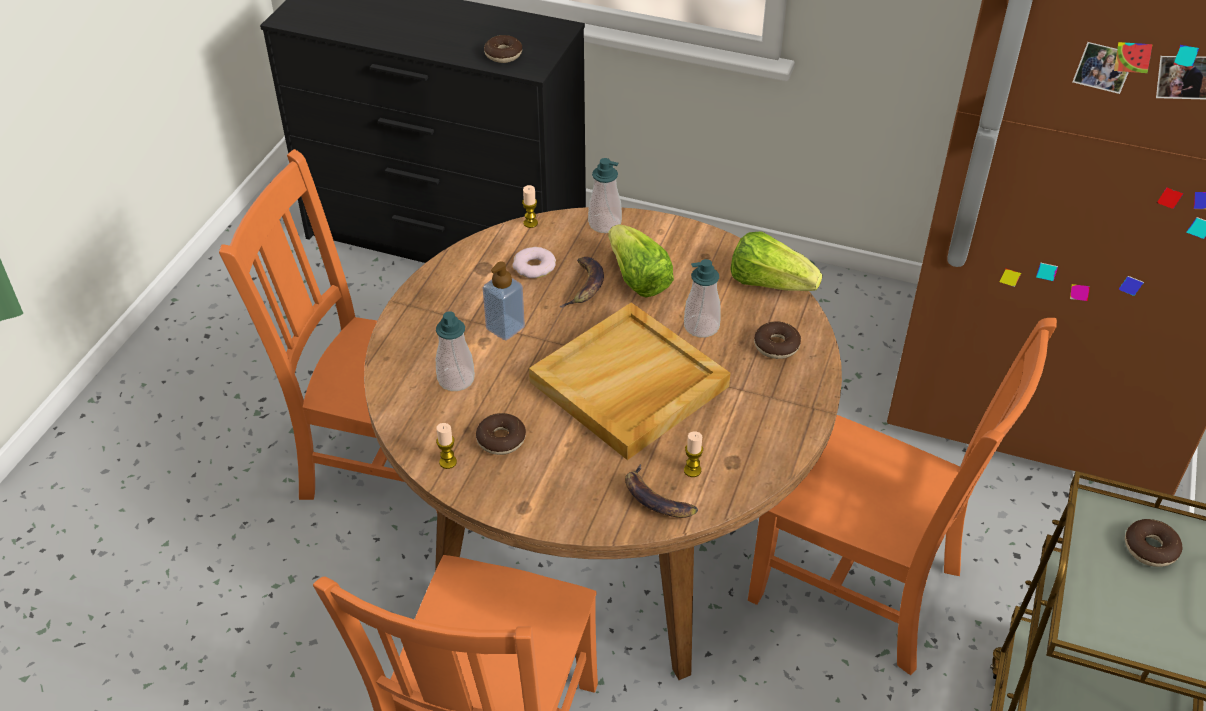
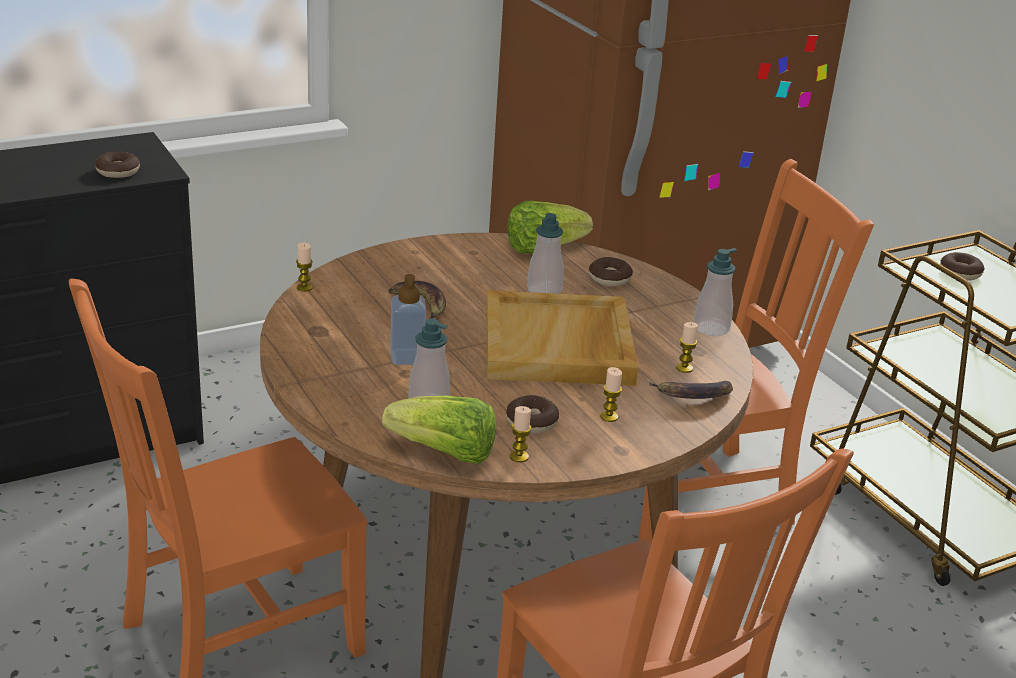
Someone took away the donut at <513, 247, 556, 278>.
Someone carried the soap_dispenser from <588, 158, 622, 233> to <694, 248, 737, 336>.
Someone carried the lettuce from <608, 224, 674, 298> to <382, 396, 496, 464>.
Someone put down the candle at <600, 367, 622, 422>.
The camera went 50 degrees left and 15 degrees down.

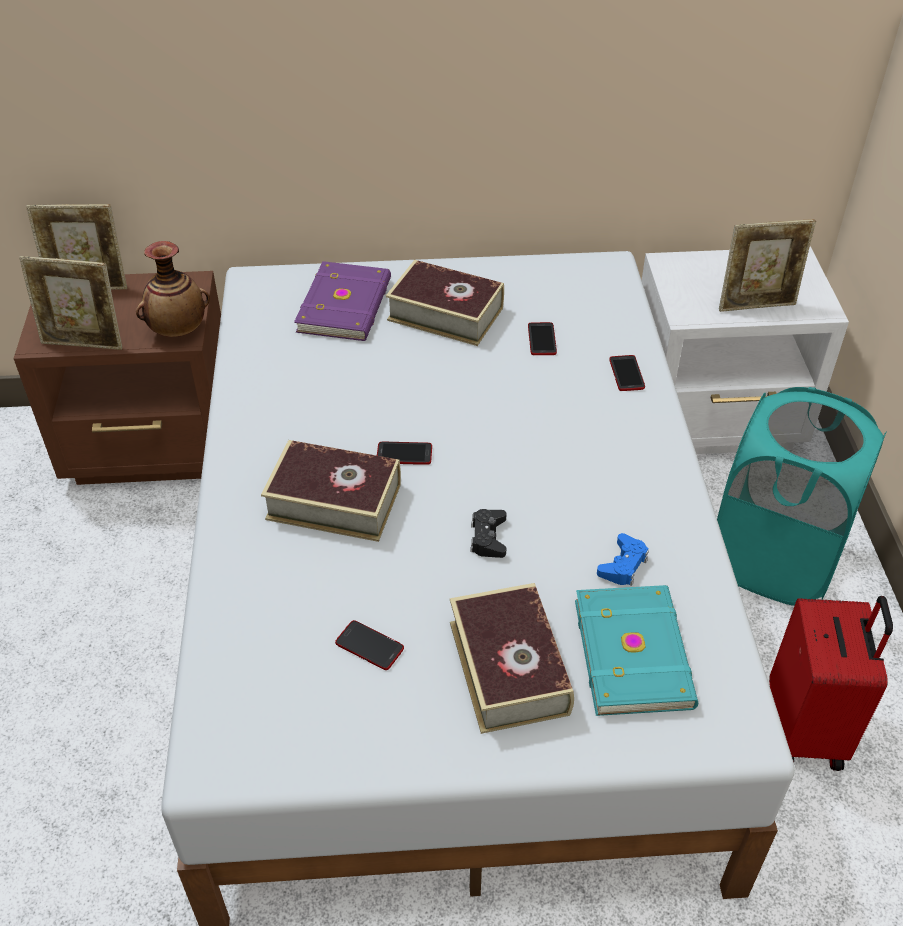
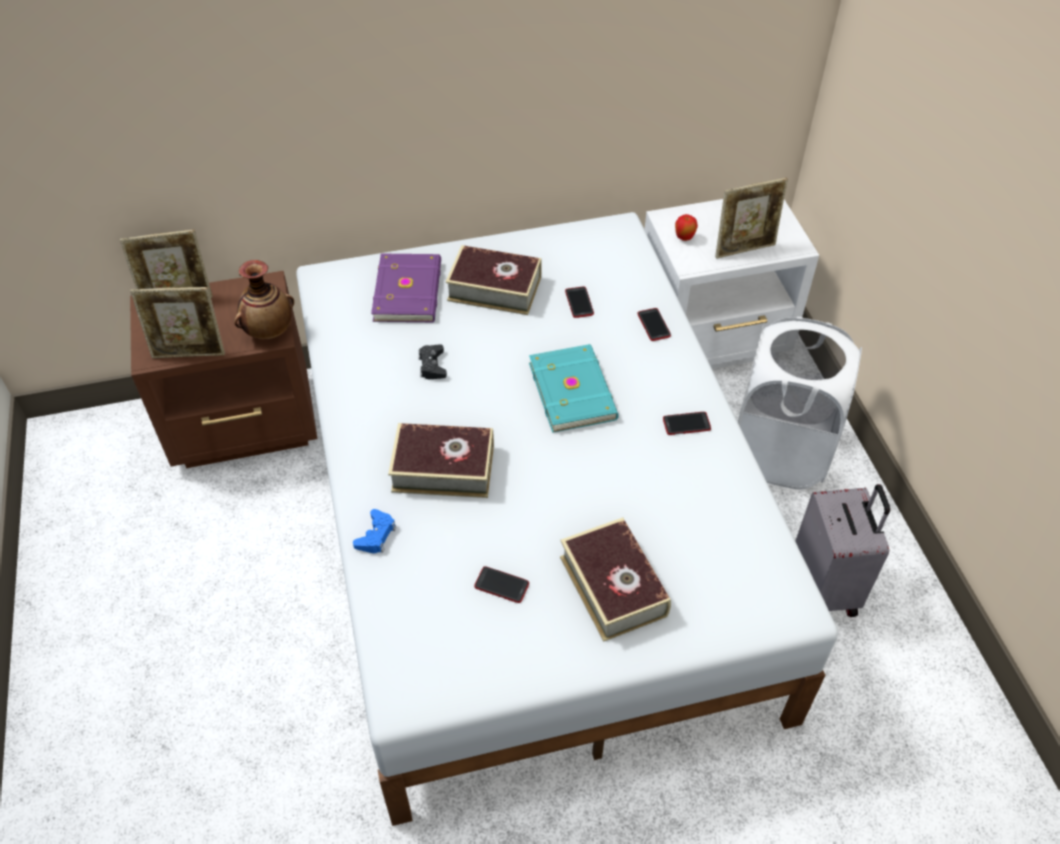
Someone carried the phone from <377, 442, 432, 465> to <663, 412, 711, 435>.
Someone carried the black_game_controller from <470, 509, 507, 558> to <419, 344, 447, 379>.
Someone carried the turquoise_book from <575, 585, 698, 716> to <529, 344, 619, 433>.
Someone carried the blue_game_controller from <597, 533, 649, 586> to <353, 509, 396, 553>.
Someone repainted the turquoise_laundry_basket at <717, 387, 886, 606>, which became the white_laundry_basket at <738, 317, 862, 489>.
Someone repainted the red_suitcase at <769, 596, 893, 771>, which became the grey_suitcase at <795, 484, 890, 617>.
Someone put down the apple at <675, 214, 698, 241>.
The camera went 10 degrees left and 5 degrees up.

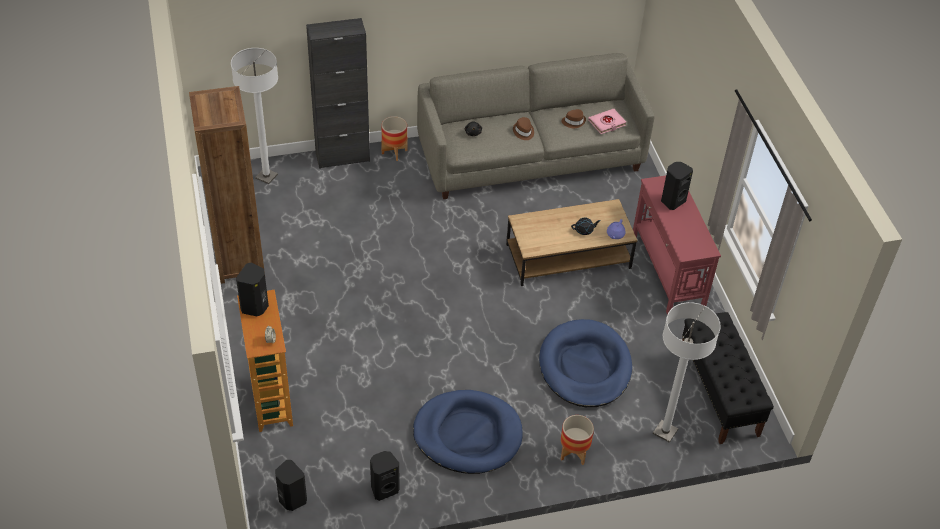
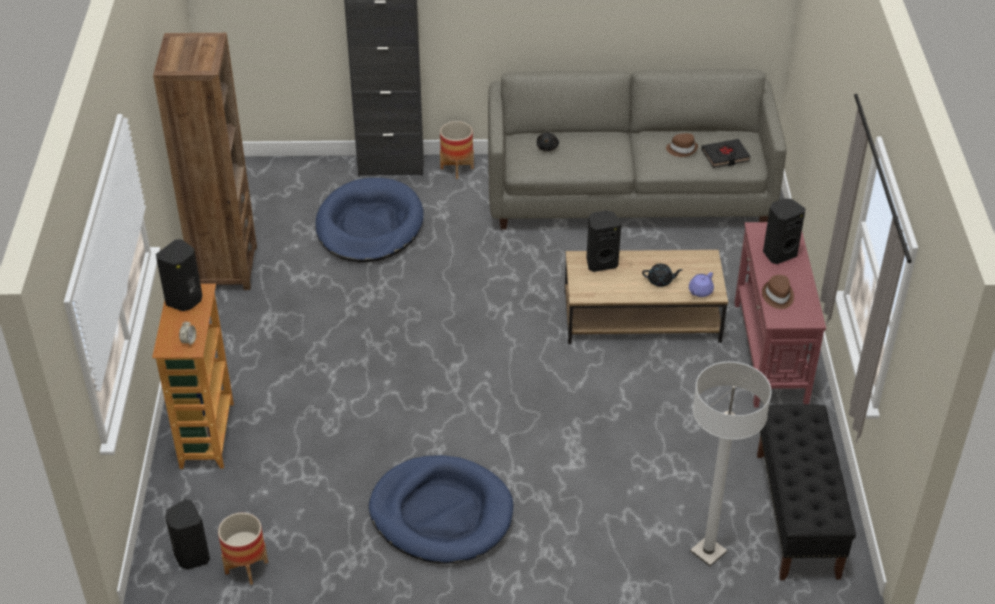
Someone took away the white_floor_lamp at <231, 48, 278, 184>.
Someone carried the black_speaker from <370, 451, 400, 501> to <587, 210, 621, 272>.
Someone carried the brown_hat from <513, 117, 534, 140> to <762, 275, 794, 309>.
Someone carried the blue_dog_bed from <539, 319, 632, 407> to <315, 178, 424, 262>.
Someone carried the planter from <560, 415, 594, 465> to <218, 513, 268, 585>.
Someone repainted the pink_book at <588, 109, 626, 134>, which became the black_book at <701, 139, 751, 168>.
The camera went 15 degrees right and 5 degrees down.

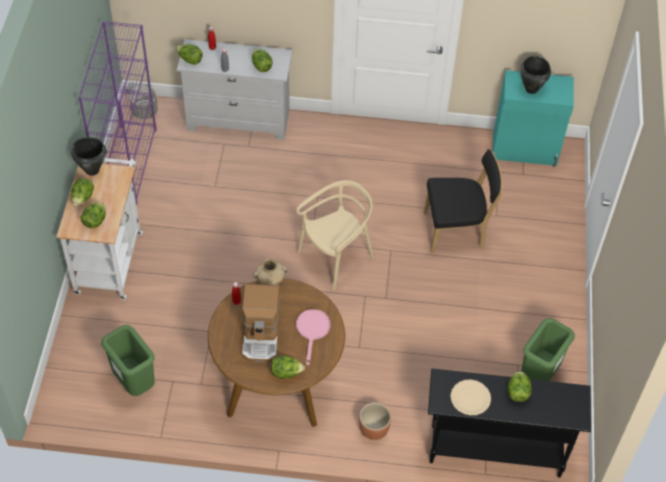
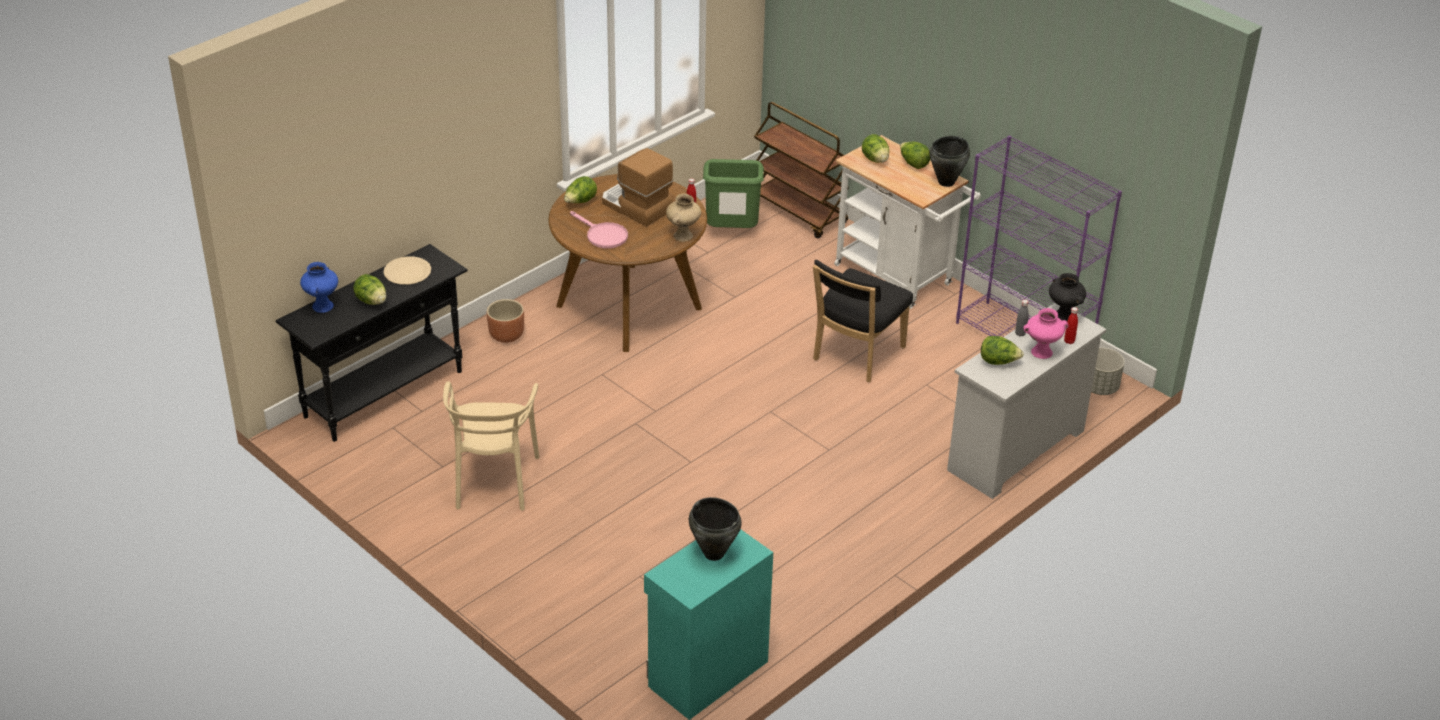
Someone swapped the lettuce at <176, 44, 203, 65> for the black_vase at <1049, 273, 1086, 321>.
Someone carried the beige_chair from <296, 180, 374, 290> to <443, 381, 539, 510>.
Someone carried the black_chair from <424, 149, 503, 253> to <813, 260, 913, 382>.
Someone took away the green_trash_can at <521, 318, 575, 381>.
Someone put down the blue_vase at <300, 262, 338, 313>.
Someone put down the brown_cart at <754, 102, 849, 239>.
Someone put down the pink_vase at <1023, 308, 1068, 359>.
The camera went 130 degrees right and 15 degrees down.

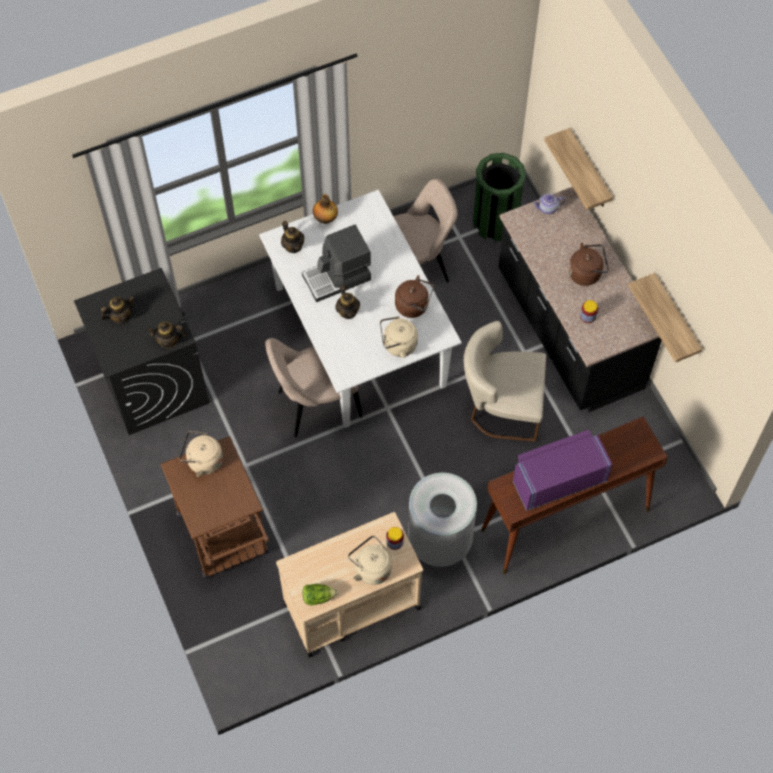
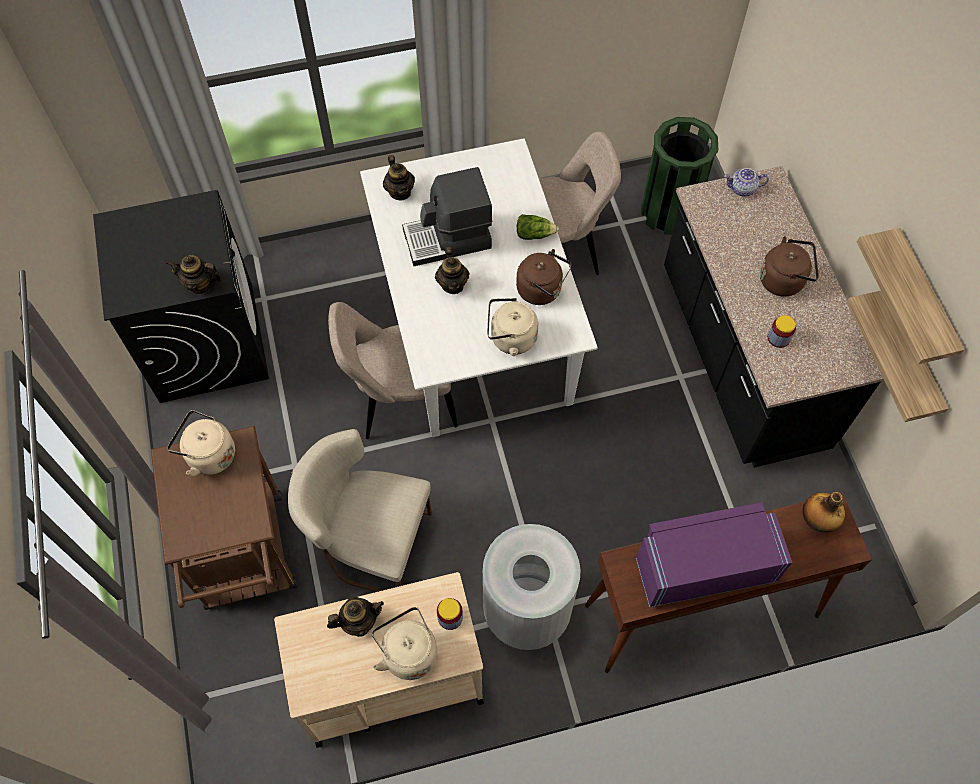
Someone carried the teapot from <101, 296, 135, 324> to <327, 597, 384, 637>.
Someone carried the lettuce from <303, 584, 338, 605> to <517, 214, 559, 240>.
Someone carried the bottle from <313, 194, 338, 224> to <802, 492, 845, 533>.
Someone carried the beige_chair from <463, 321, 546, 442> to <288, 429, 432, 592>.
Someone carried the shelf from <544, 128, 613, 210> to <857, 228, 965, 364>.
The camera went 10 degrees right and 0 degrees up.

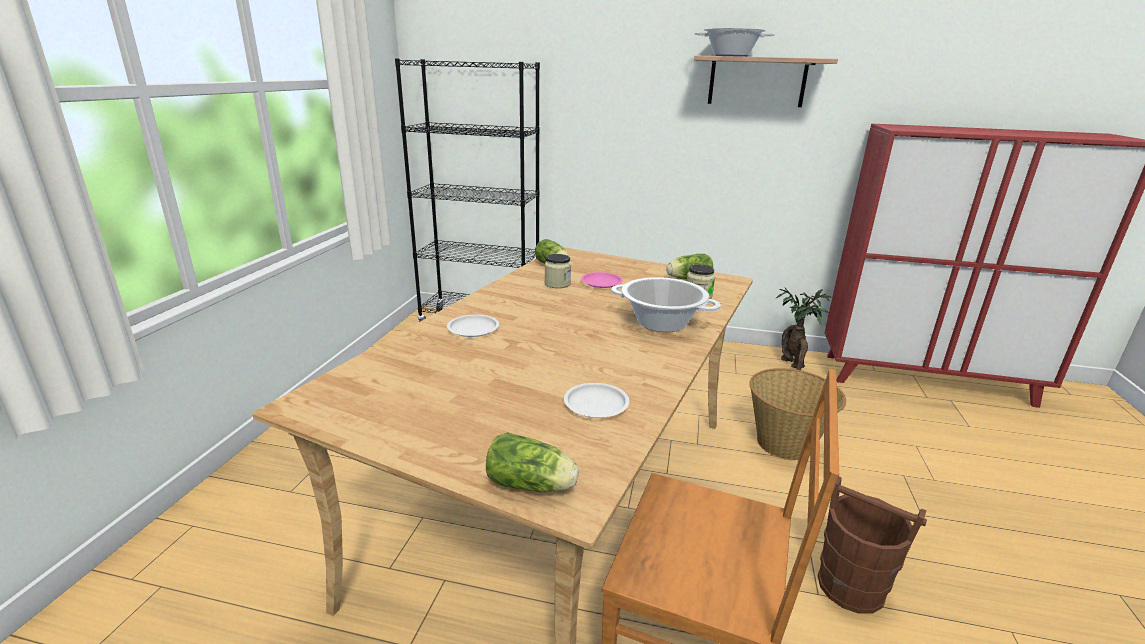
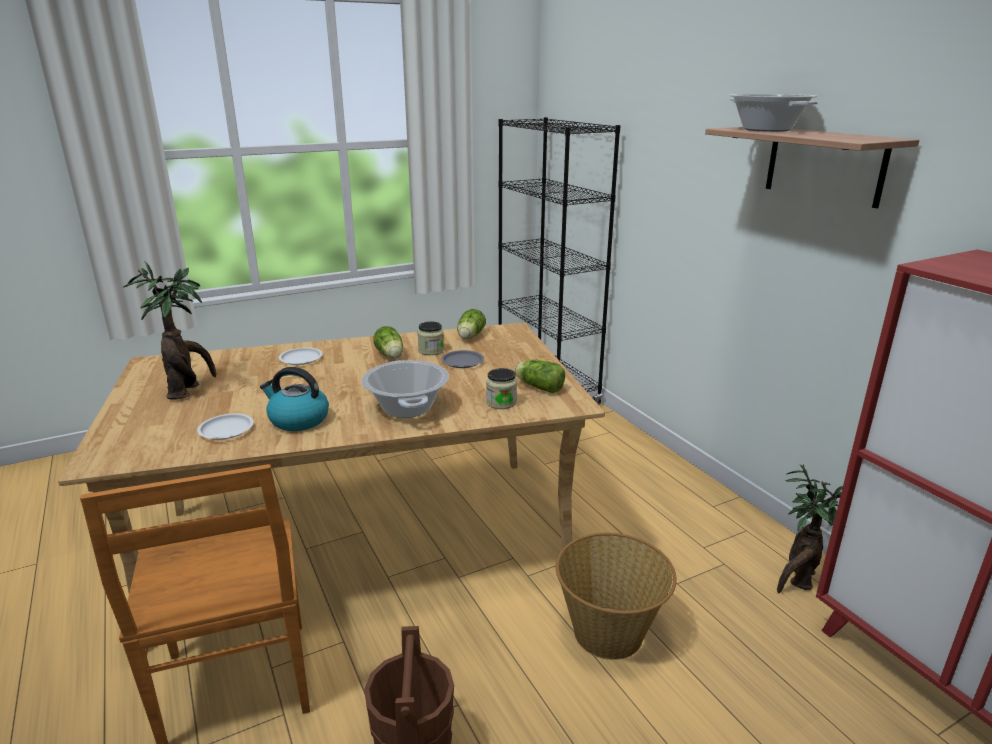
Someone carried the lettuce from <486, 432, 579, 492> to <373, 326, 403, 358>.
Someone repainted the pink_plate at <581, 272, 623, 288>, which became the grey_plate at <441, 350, 484, 368>.
Someone put down the potted_plant at <123, 261, 217, 400>.
Someone put down the kettle at <260, 367, 329, 431>.
The camera went 50 degrees right and 0 degrees up.

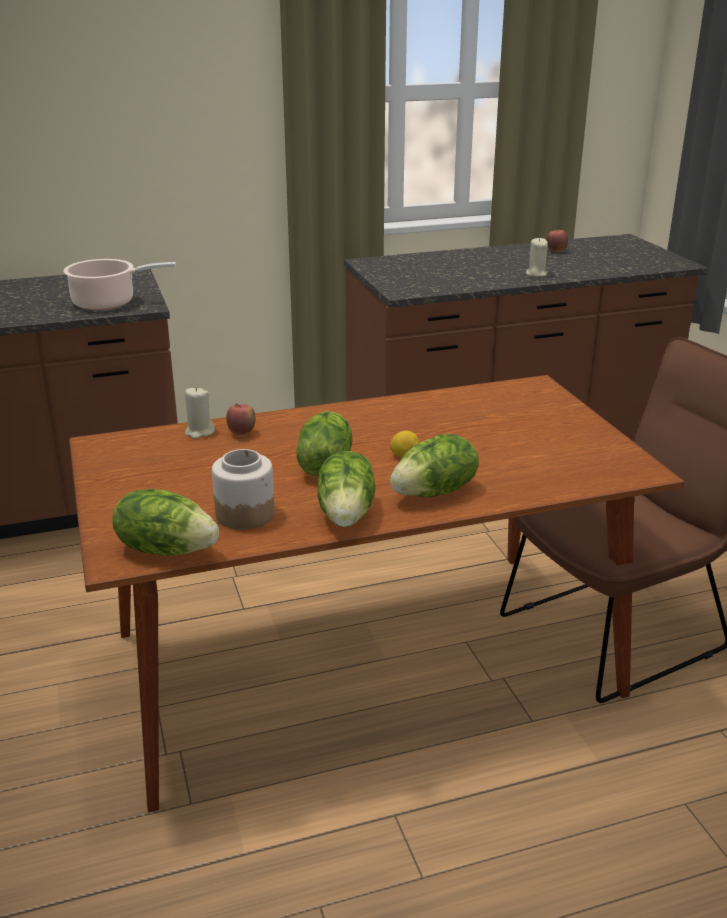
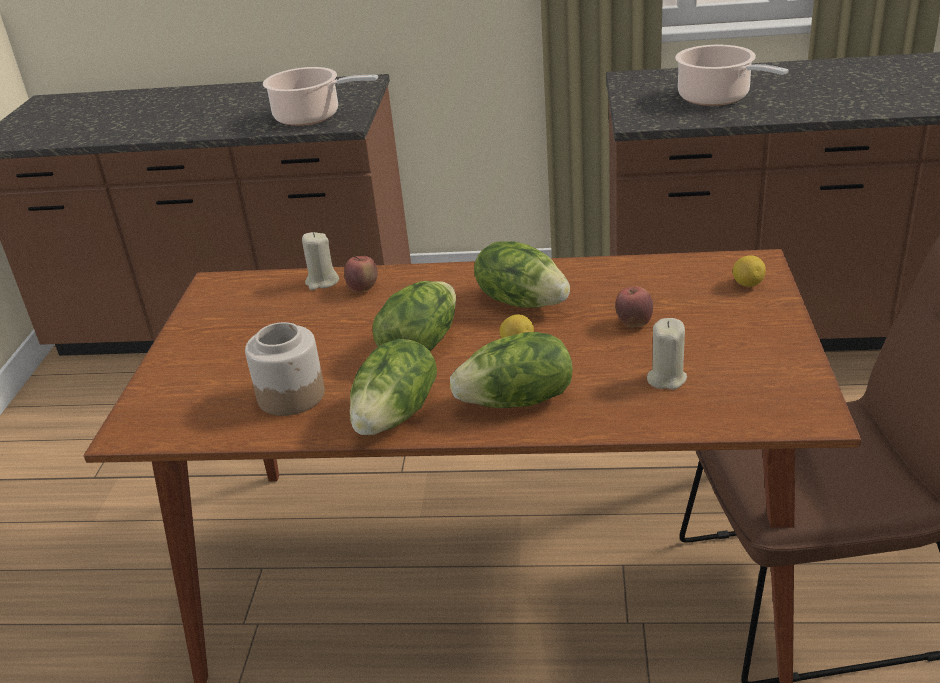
Someone carried the lettuce from <112, 489, 219, 556> to <474, 241, 570, 308>.
Someone carried the beige_candle from <526, 237, 548, 277> to <647, 318, 687, 390>.
Someone carried the apple from <547, 229, 568, 252> to <615, 286, 653, 328>.
Someone put down the cooking_pot at <675, 45, 788, 106>.
Someone put down the lemon at <733, 255, 766, 287>.
The camera went 25 degrees right and 5 degrees up.

